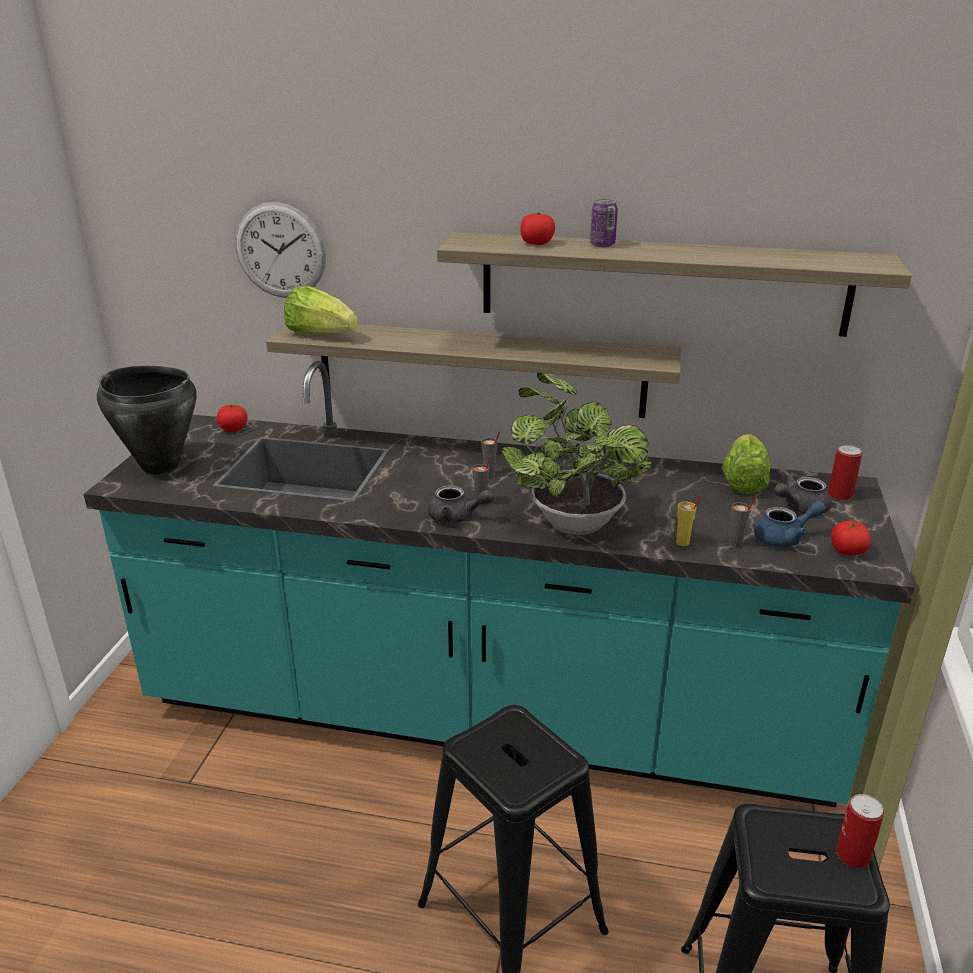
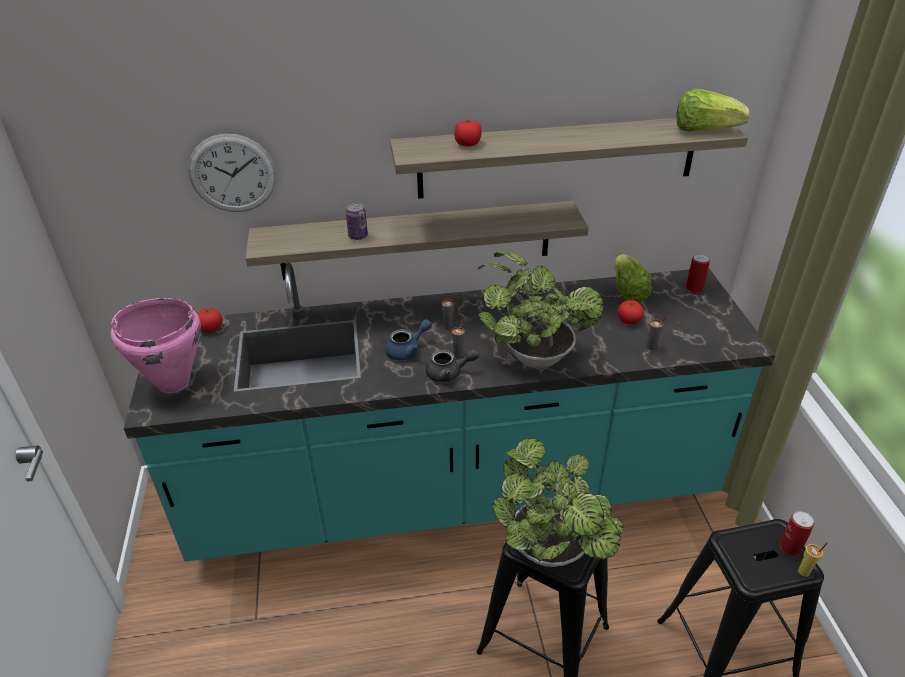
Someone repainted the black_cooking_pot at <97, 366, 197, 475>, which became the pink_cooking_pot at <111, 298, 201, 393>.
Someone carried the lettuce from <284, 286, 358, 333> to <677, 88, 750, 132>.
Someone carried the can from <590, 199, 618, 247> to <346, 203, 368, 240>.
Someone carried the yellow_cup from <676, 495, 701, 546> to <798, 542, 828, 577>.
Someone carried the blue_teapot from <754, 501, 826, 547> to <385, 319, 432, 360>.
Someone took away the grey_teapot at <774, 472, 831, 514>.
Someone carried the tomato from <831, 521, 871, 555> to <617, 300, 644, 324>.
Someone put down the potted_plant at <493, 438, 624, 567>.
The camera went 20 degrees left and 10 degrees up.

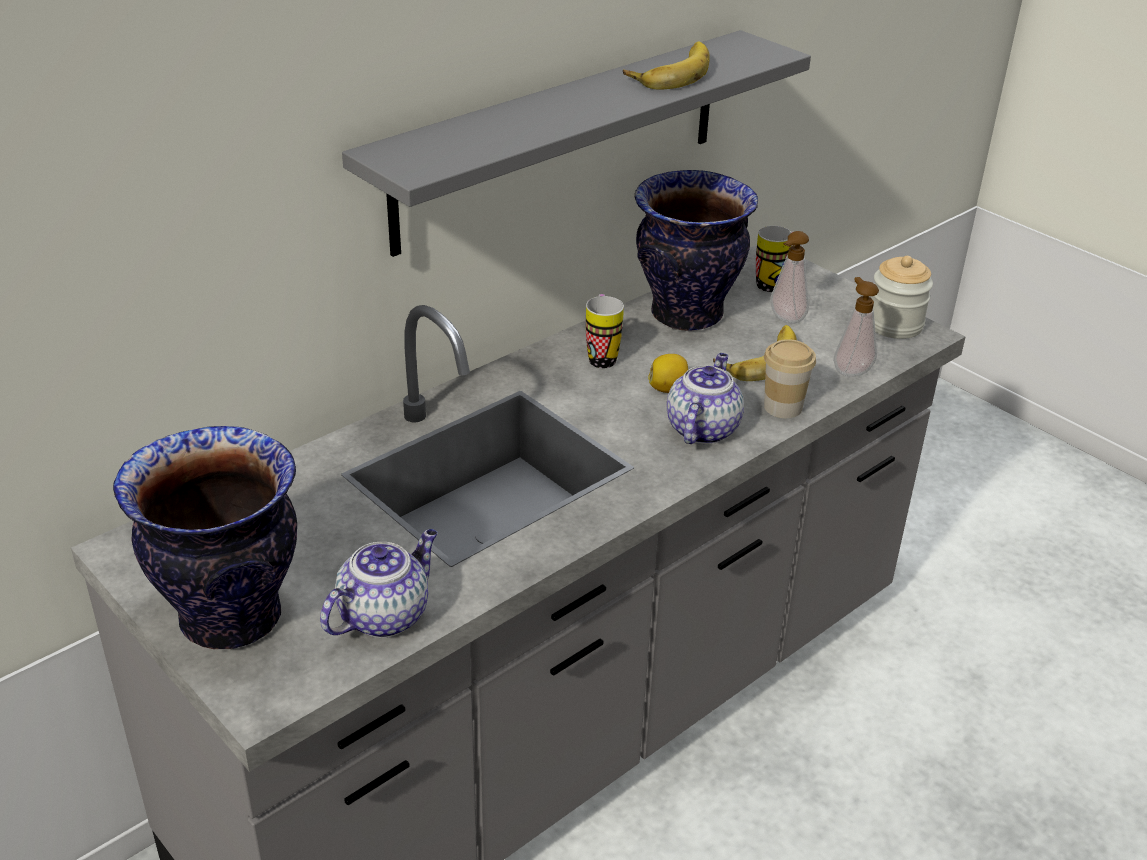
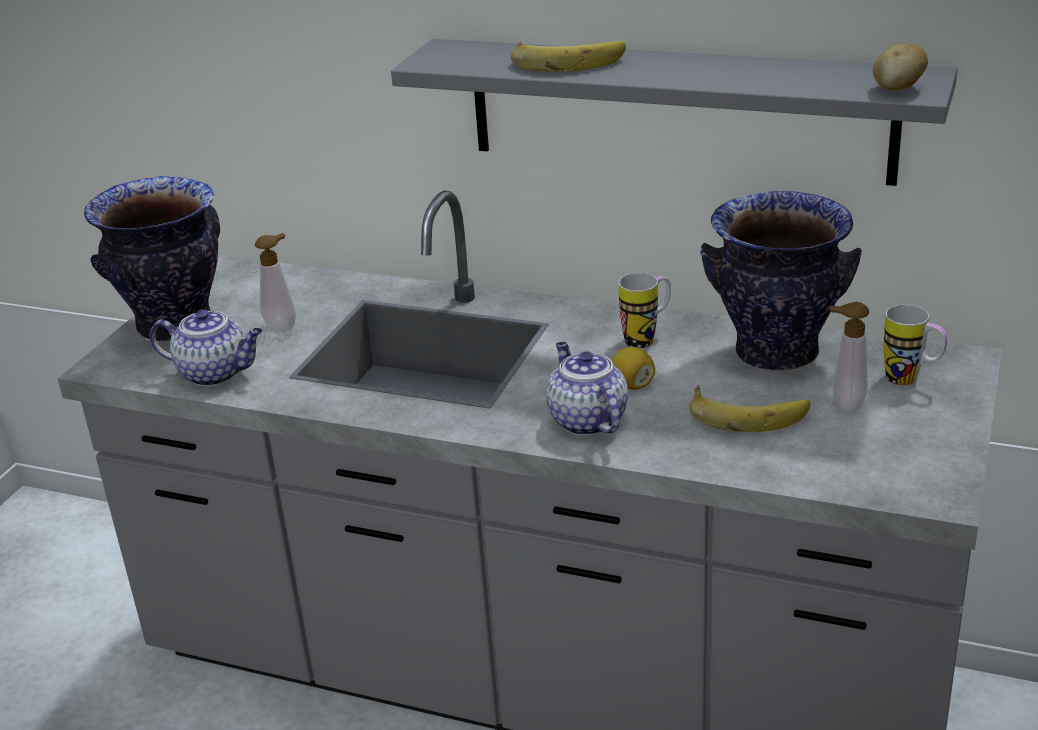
Someone carried the banana from <623, 42, 710, 89> to <511, 41, 626, 72>.
Someone rotated the teapot at <667, 353, 744, 444> by 105 degrees counterclockwise.
Someone took away the cup at <764, 339, 816, 418>.
Someone carried the soap_dispenser from <833, 277, 879, 377> to <255, 233, 296, 332>.
Someone took away the jar at <871, 256, 933, 339>.
Someone put down the potato at <873, 43, 928, 90>.
The camera went 65 degrees right and 5 degrees down.

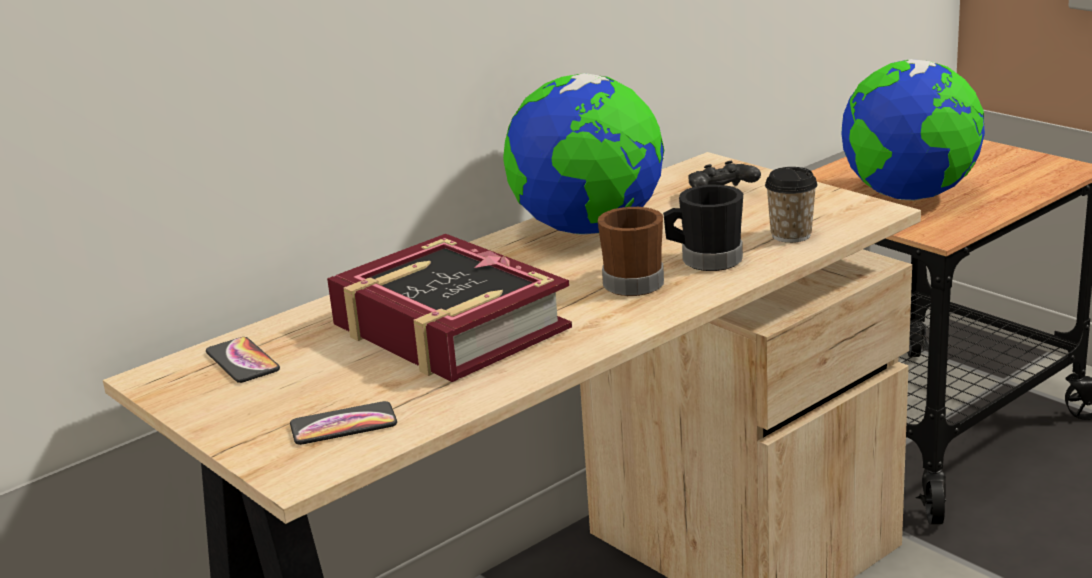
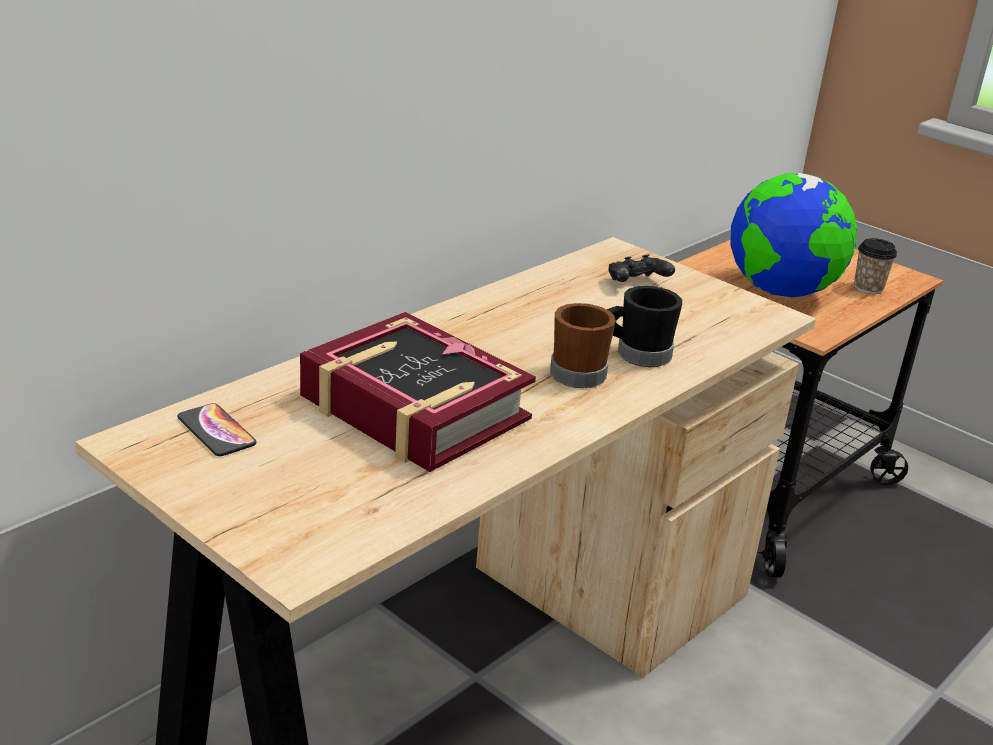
Someone took away the phone at <290, 401, 397, 445>.
Someone took away the globe at <503, 73, 664, 235>.
Someone carried the cup from <765, 167, 818, 243> to <854, 238, 897, 294>.
The camera went 10 degrees left and 5 degrees up.

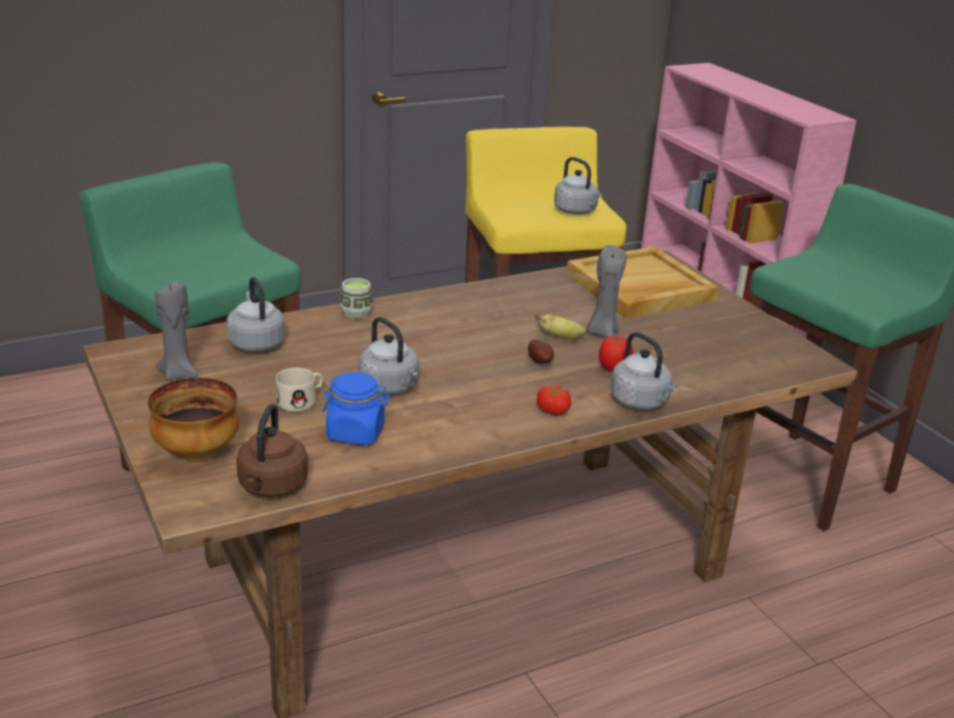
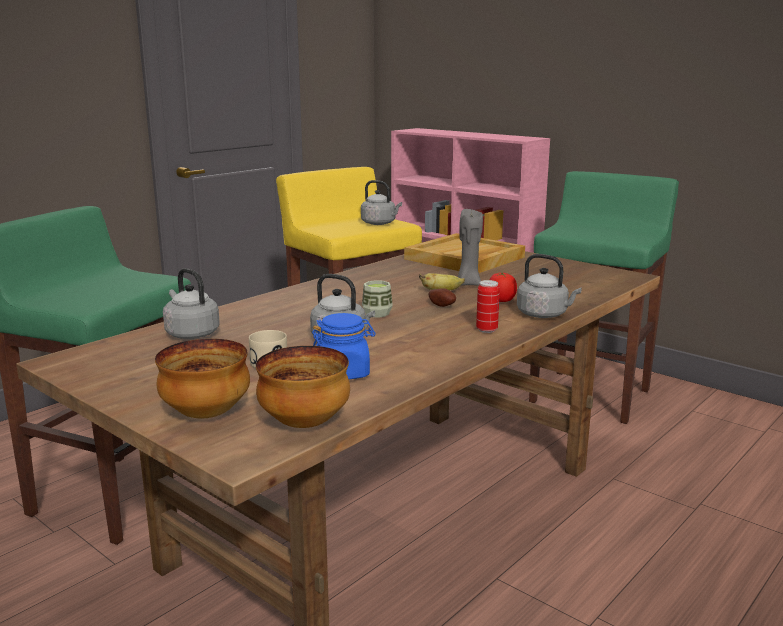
Someone took away the grey_candle at <155, 281, 198, 381>.
Someone swapped the brown_kettle at <236, 404, 308, 497> for the bowl at <256, 346, 350, 428>.
Someone carried the cup from <340, 278, 373, 319> to <362, 280, 393, 318>.
Someone swapped the tomato at <537, 386, 571, 415> for the can at <476, 280, 500, 333>.
The camera went 20 degrees left and 10 degrees down.

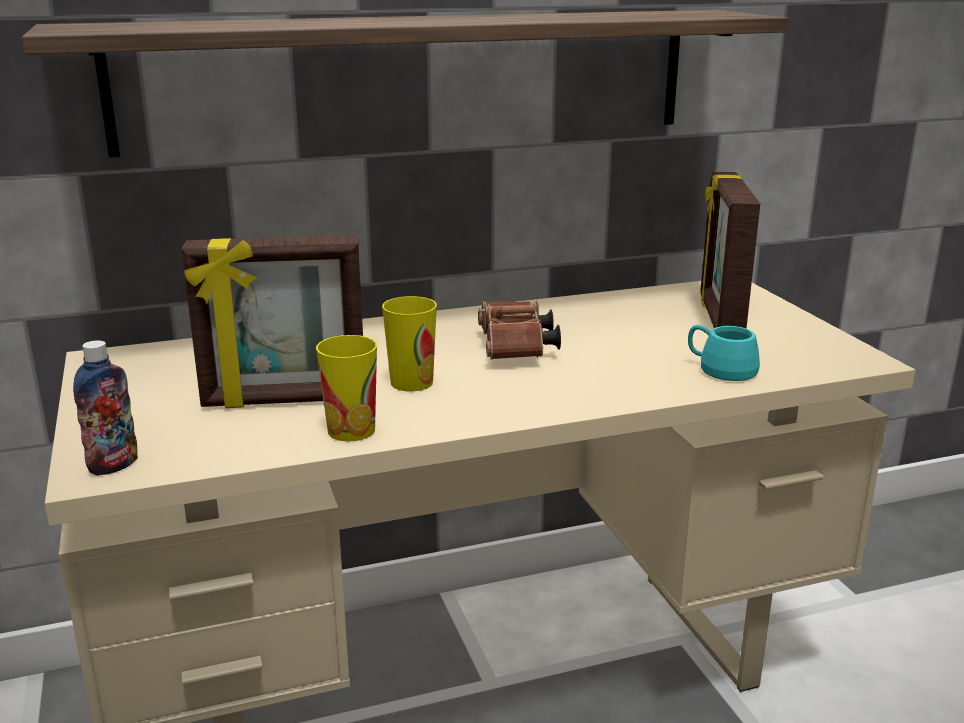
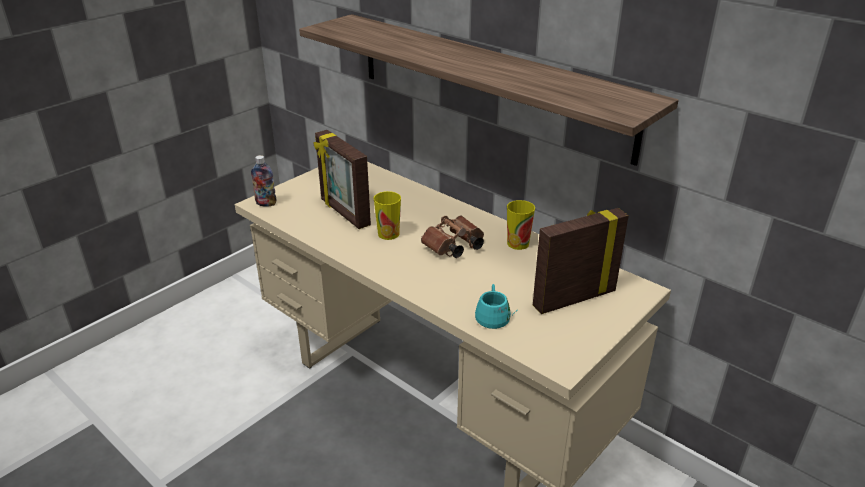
Someone carried the cup from <316, 335, 377, 442> to <507, 200, 535, 250>.
The camera went 60 degrees right and 10 degrees up.

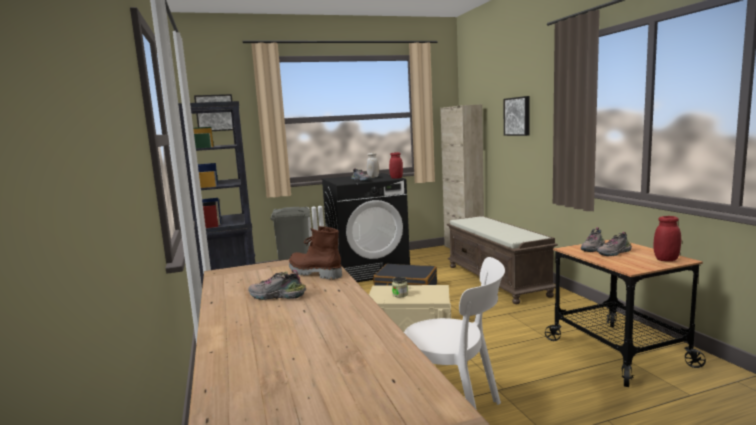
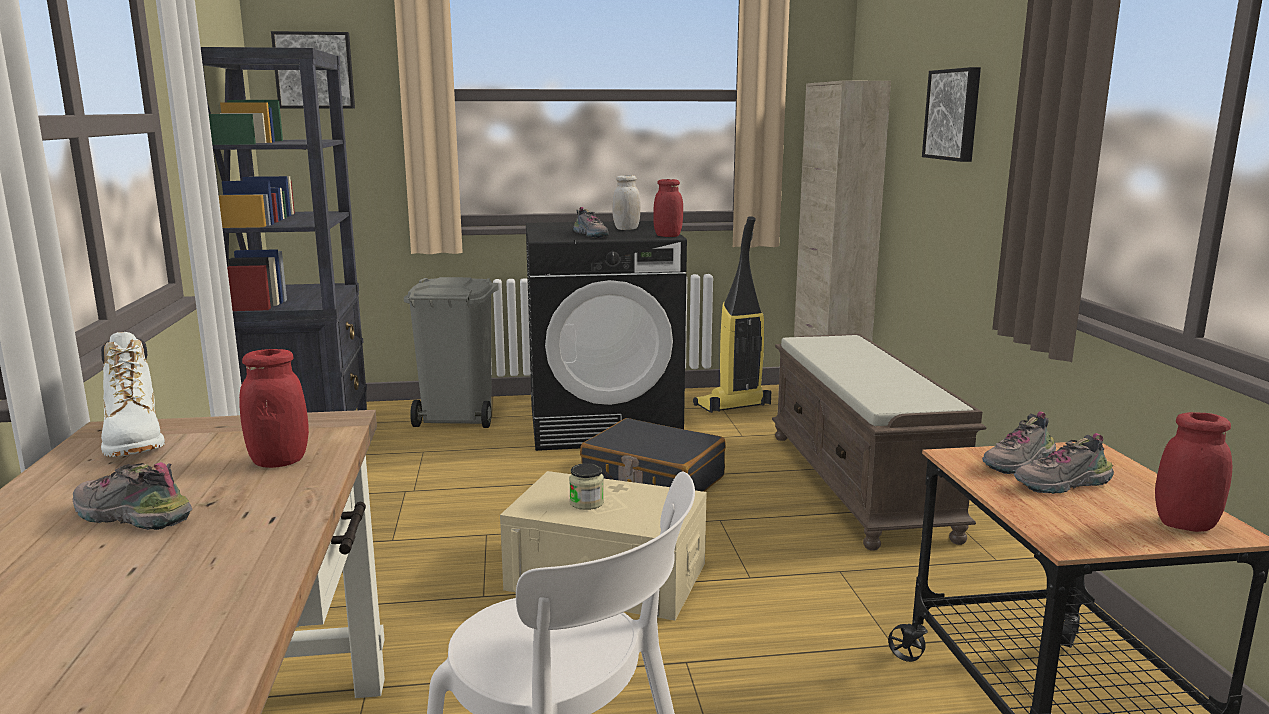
Someone swapped the brown_boot at <289, 226, 342, 279> for the red_jar at <239, 349, 309, 468>.
Someone put down the white_boot at <101, 332, 165, 457>.
Someone put down the vacuum_cleaner at <693, 216, 771, 413>.
The camera went 10 degrees right and 5 degrees up.

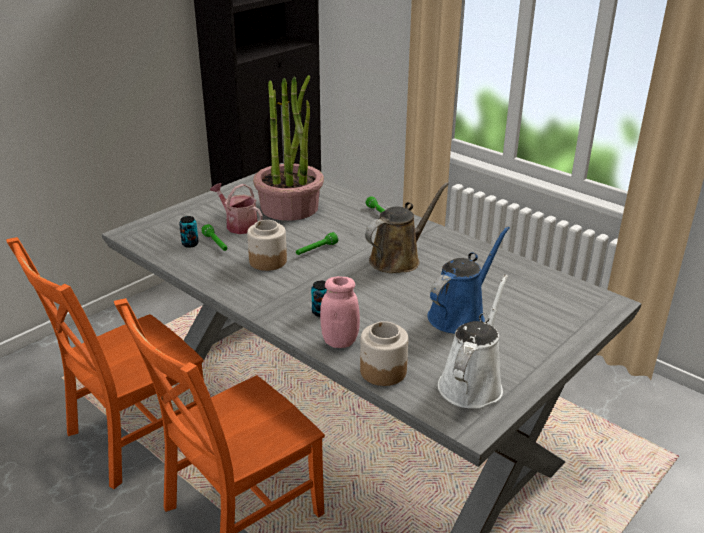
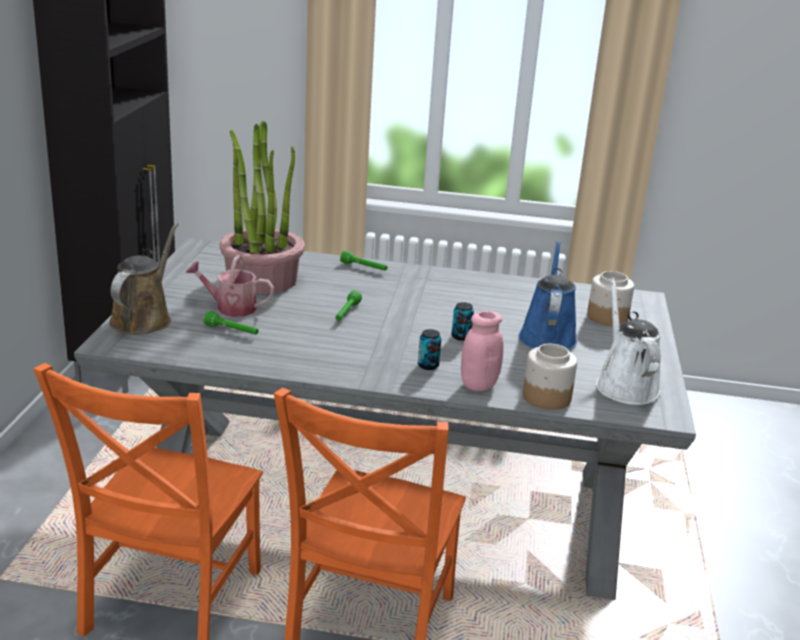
Someone carried the can from <179, 216, 199, 248> to <451, 302, 474, 341>.
Someone carried the jar from <247, 220, 287, 271> to <587, 271, 634, 326>.
Someone carried the brown_watering_can from <365, 183, 449, 273> to <109, 222, 179, 334>.
The camera went 35 degrees left and 5 degrees down.

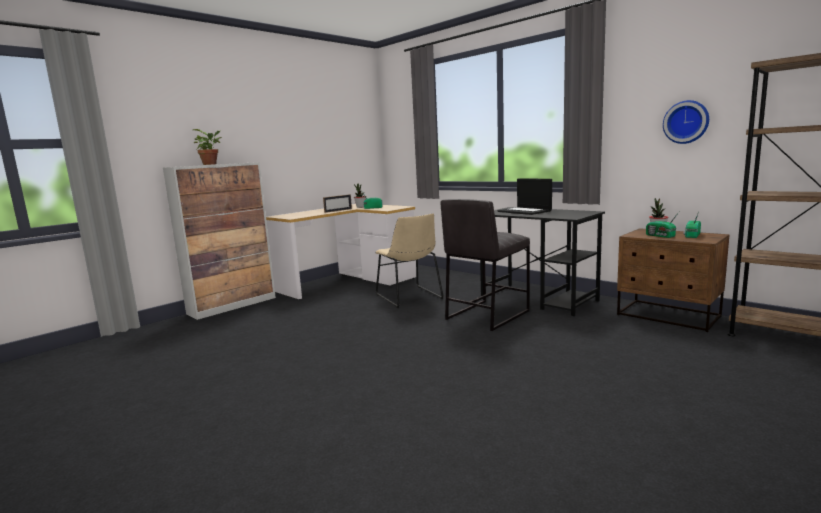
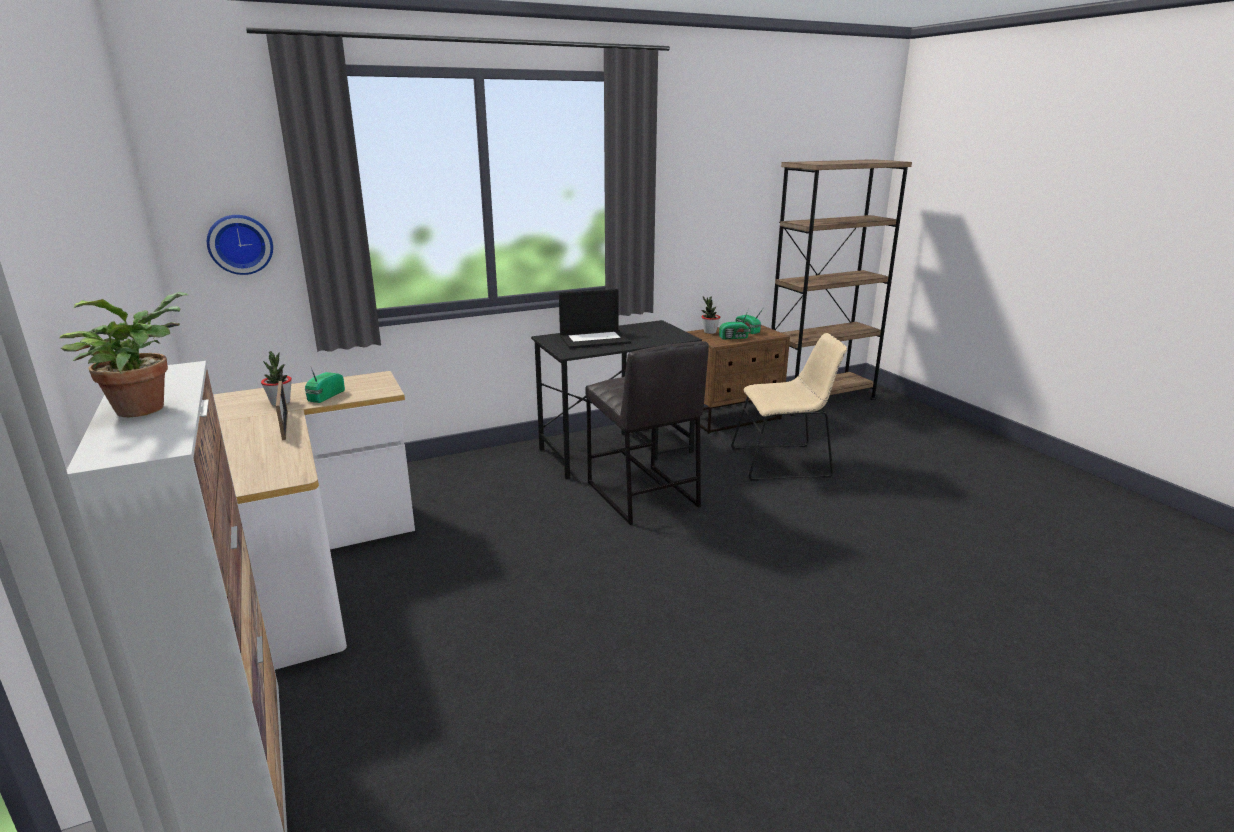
Someone carried the beige_chair from <375, 213, 444, 308> to <731, 333, 847, 481>.
Someone carried the wall_clock from <663, 100, 709, 144> to <207, 215, 273, 275>.
The camera went 70 degrees left and 10 degrees up.

